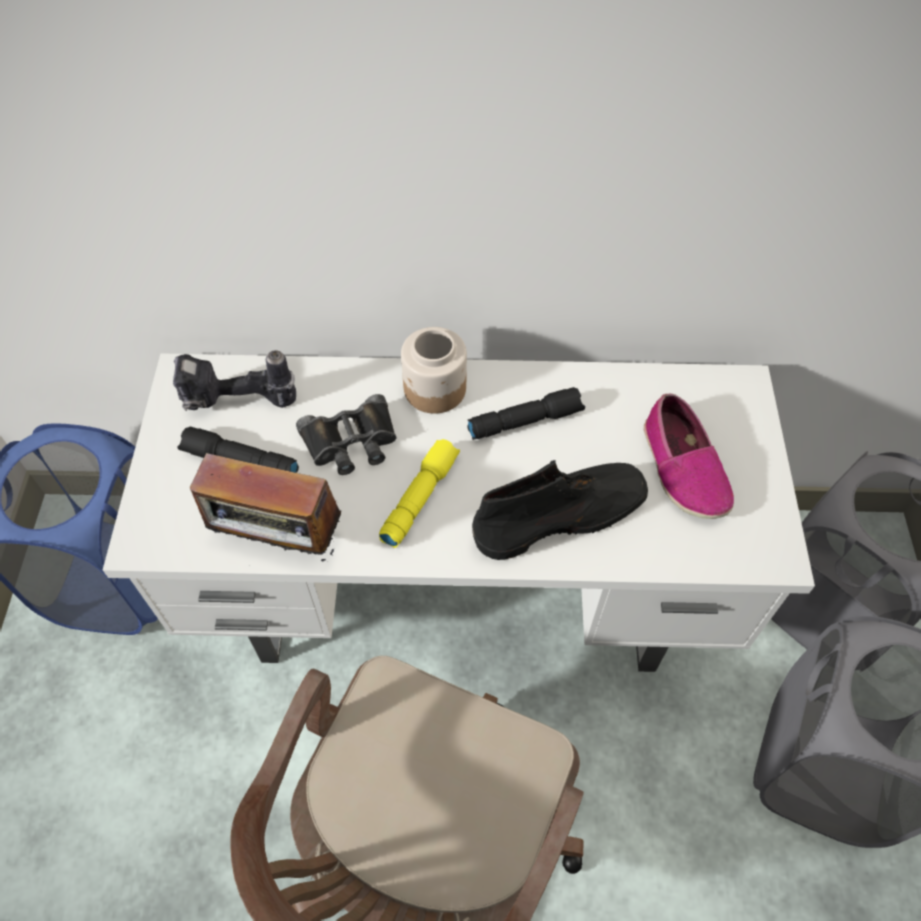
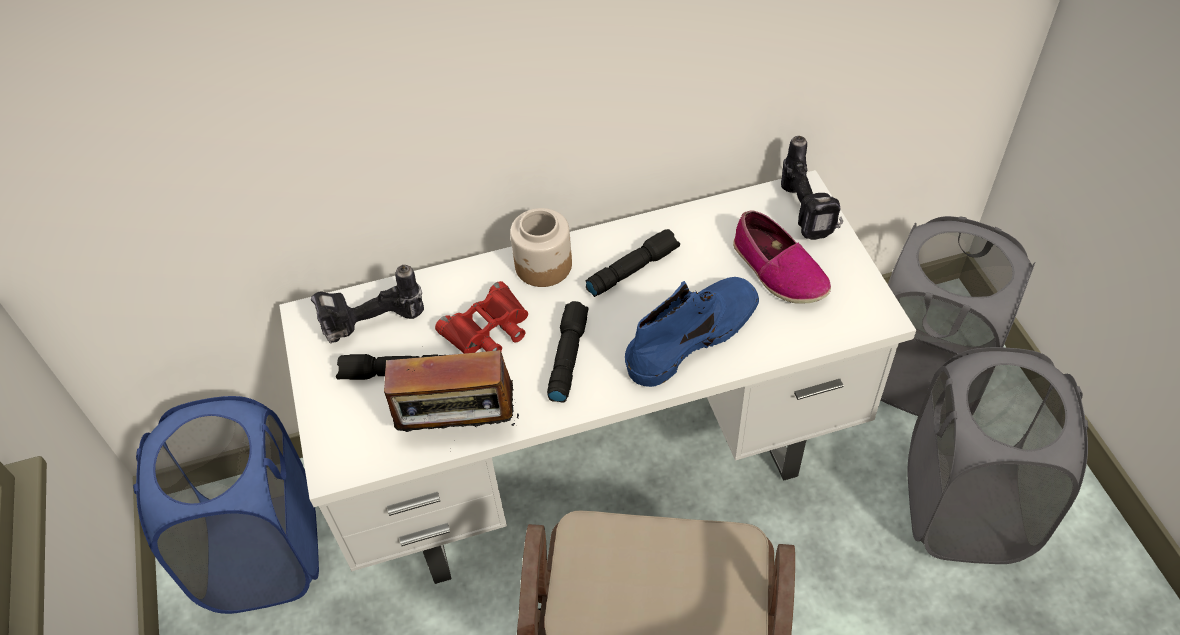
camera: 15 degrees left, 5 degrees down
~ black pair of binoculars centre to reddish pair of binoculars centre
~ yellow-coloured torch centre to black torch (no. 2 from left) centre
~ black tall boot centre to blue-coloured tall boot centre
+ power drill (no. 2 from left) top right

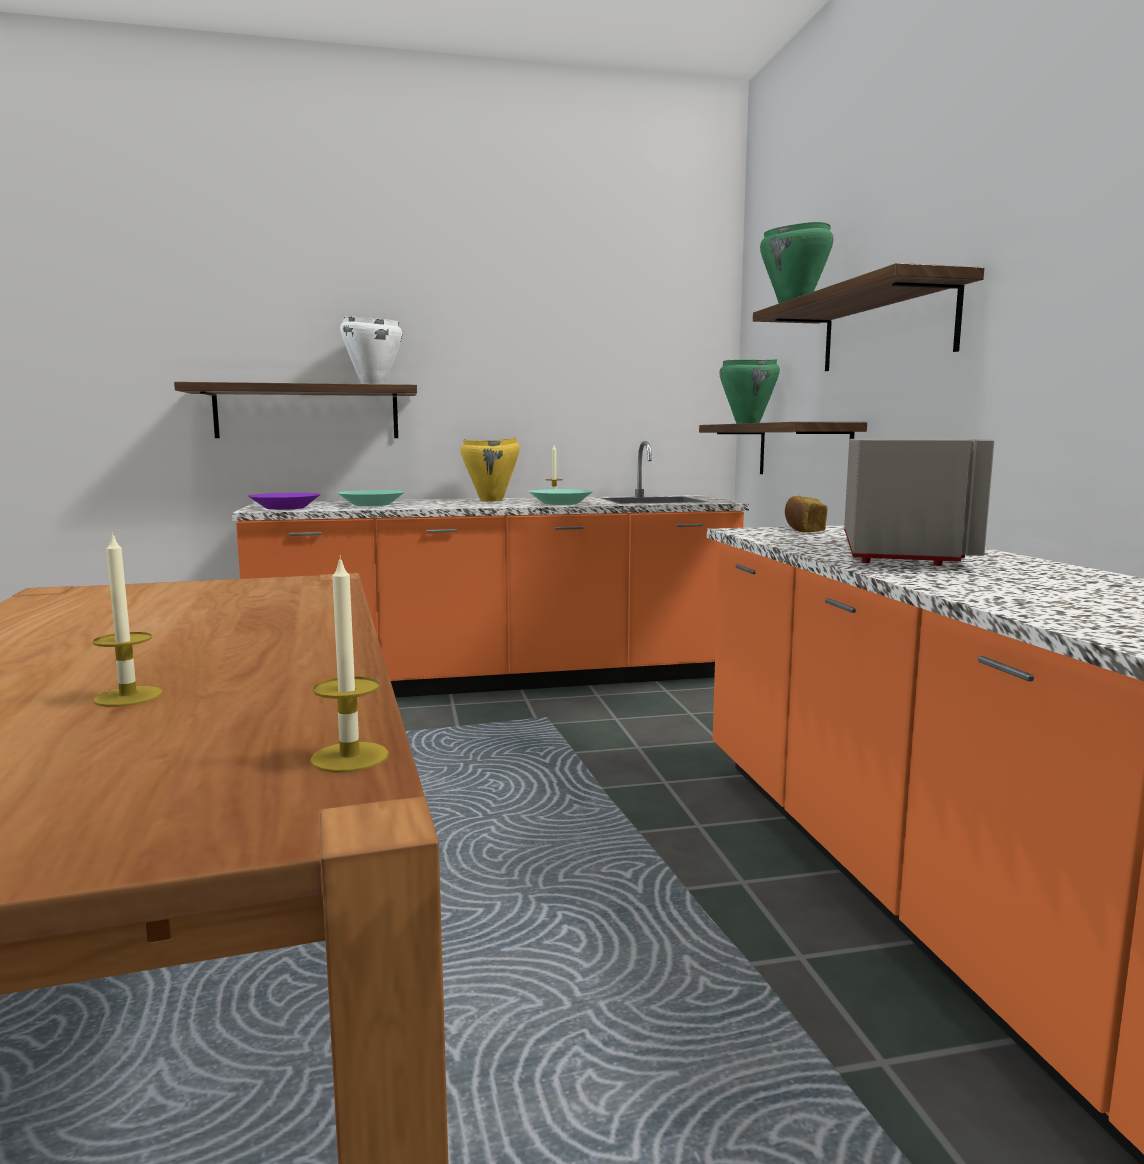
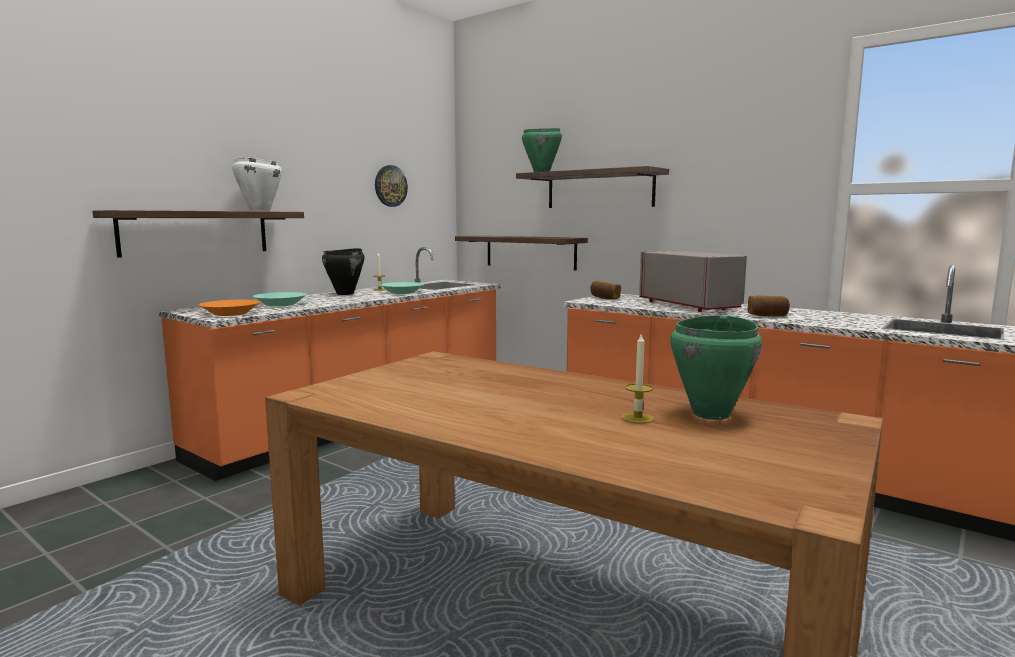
camera: 40 degrees left, 0 degrees up
~ purple-coloured bowl middle left to orange-coloured bowl middle left
- candle (no. 2 from left) middle left
~ yellow-coloured stockpot centre to black stockpot centre
~ greenish stockpot (no. 1 from left in the first image) centre to greenish stockpot (no. 2 from left) middle right
+ hanging clock top centre
+ baked bread (no. 2 from left) middle right

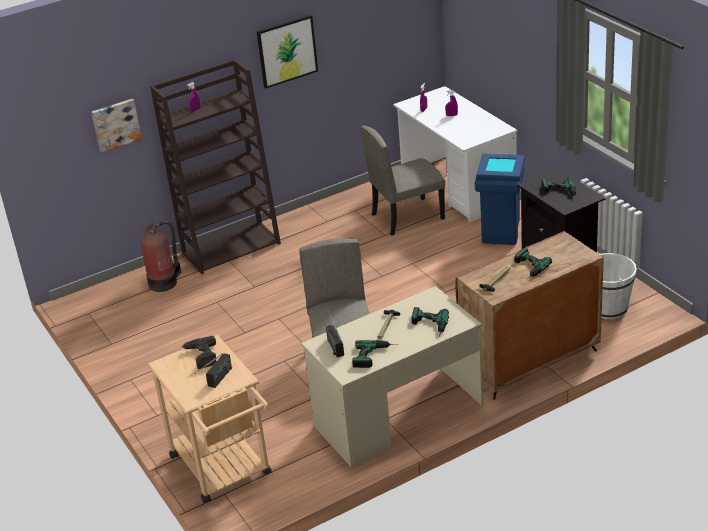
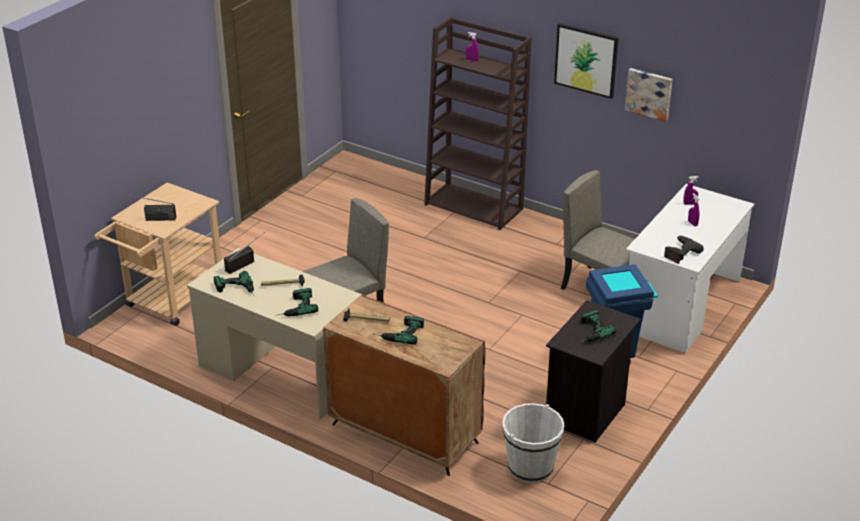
camera: 60 degrees right, 0 degrees up
~ wall art (no. 1 from left in the first image) top left to wall art (no. 2 from left) top right
- extinguisher middle left
~ power drill (no. 1 from left in the first image) middle left to power drill (no. 5 from left) middle right

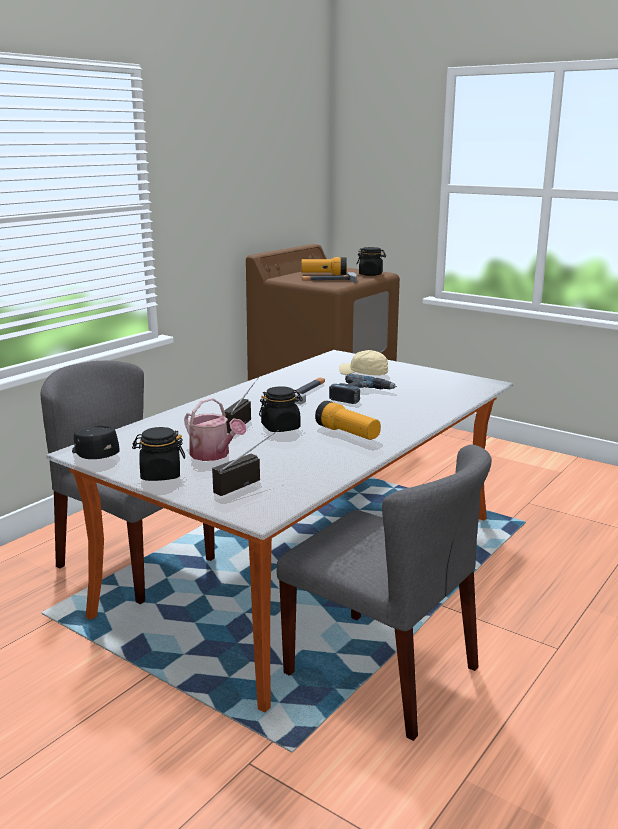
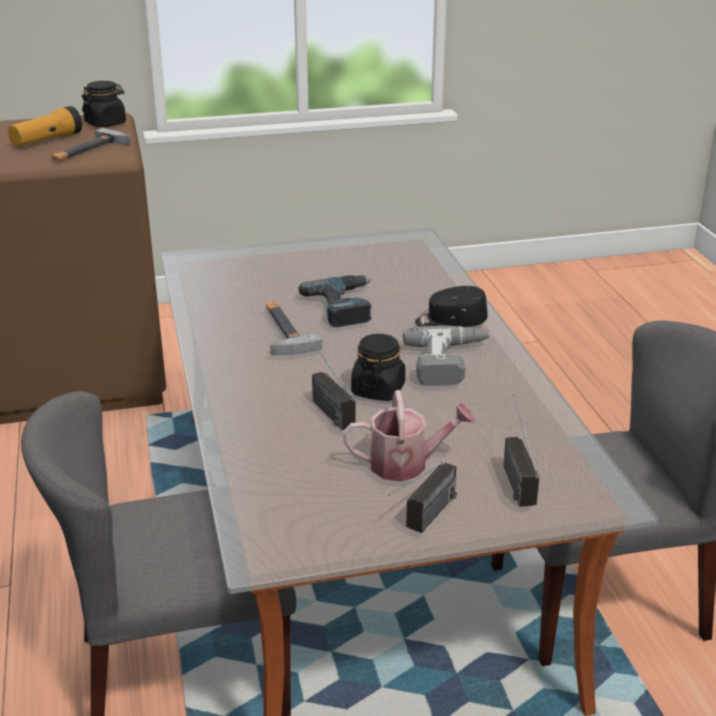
camera: 50 degrees left, 10 degrees up
~ black baseball cap middle left to centre
~ black jar (no. 1 from left) middle left to radio (no. 2 from left) bottom centre
~ torch (no. 2 from left) centre to power drill (no. 2 from left) centre
- sand-coloured baseball cap centre

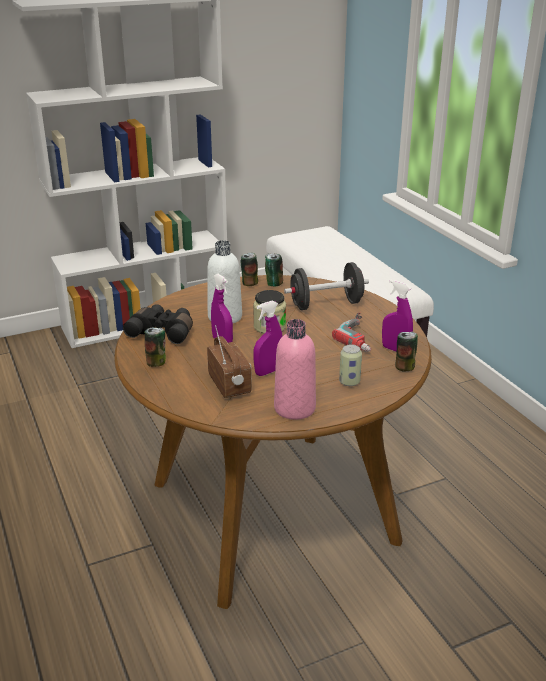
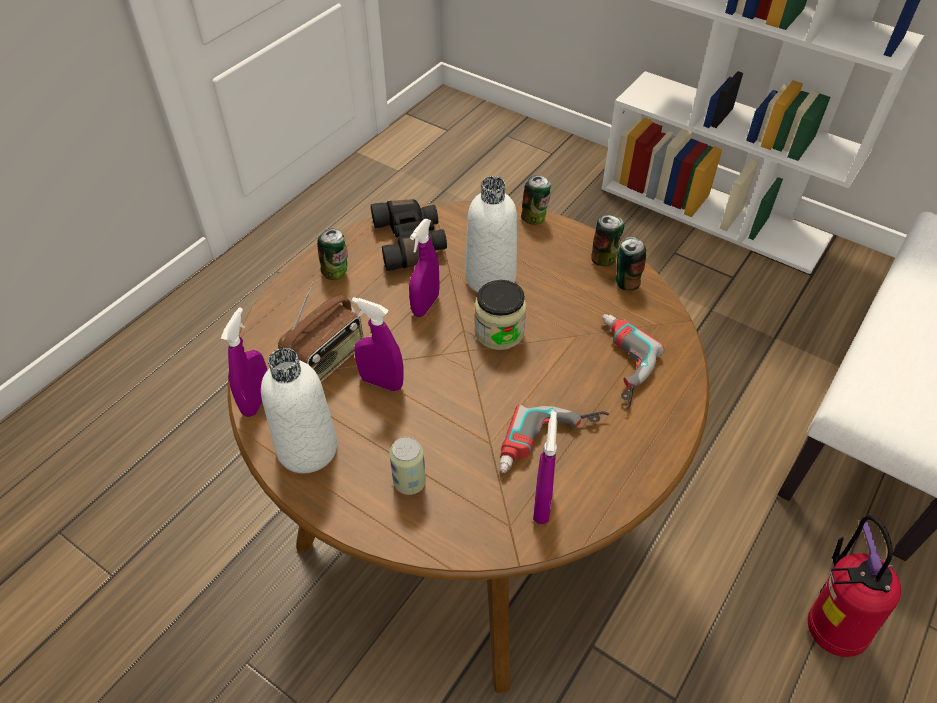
camera: 60 degrees right, 20 degrees up
~ pink-coloured beverage bottle centre to white-coloured beverage bottle (no. 1 from left) middle left
~ black dumbbell centre to power drill (no. 2 from left) middle right
~ sealed can (no. 5 from left in the first image) middle right to sealed can (no. 3 from left) top centre
+ purple-coloured hand sprayer (no. 1 from left) middle left
+ extinguisher bottom right

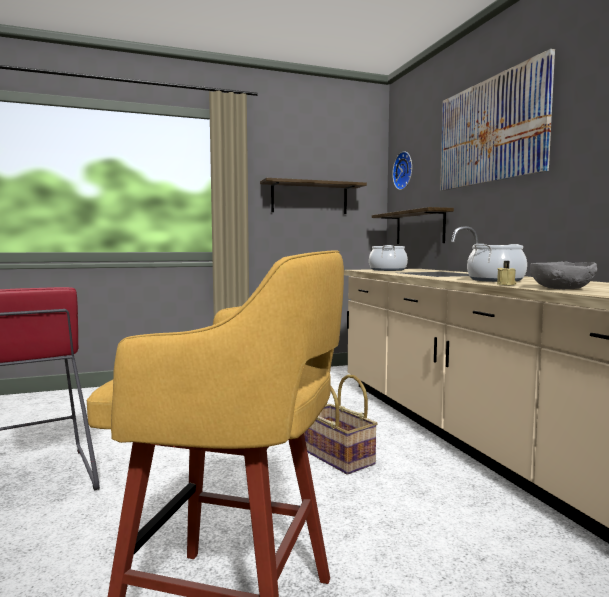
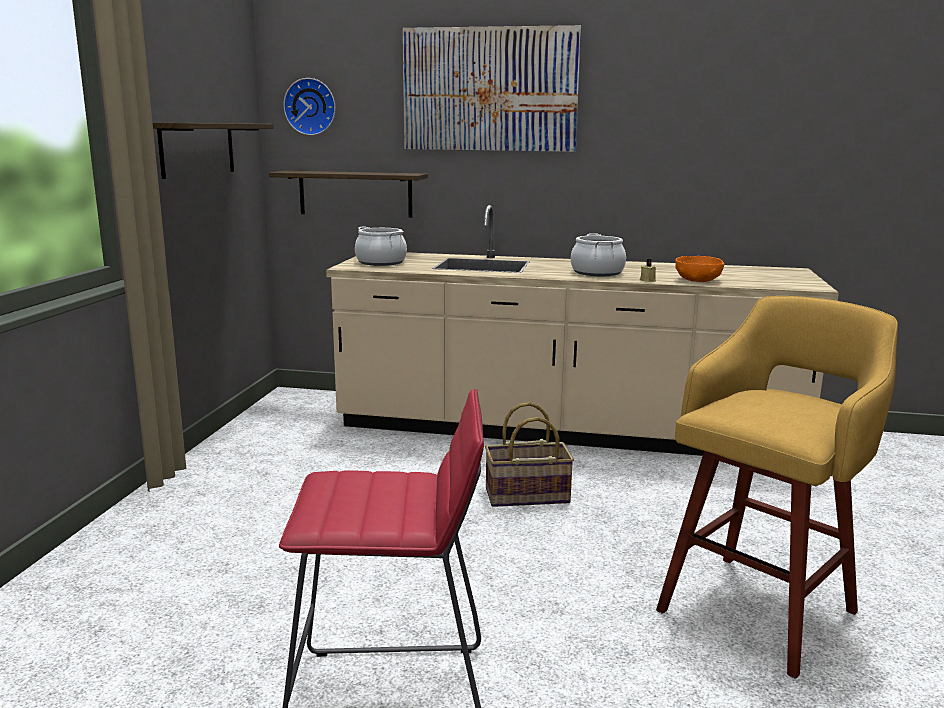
camera: 60 degrees left, 10 degrees up
~ gray bowl middle right to orange-coloured bowl middle right

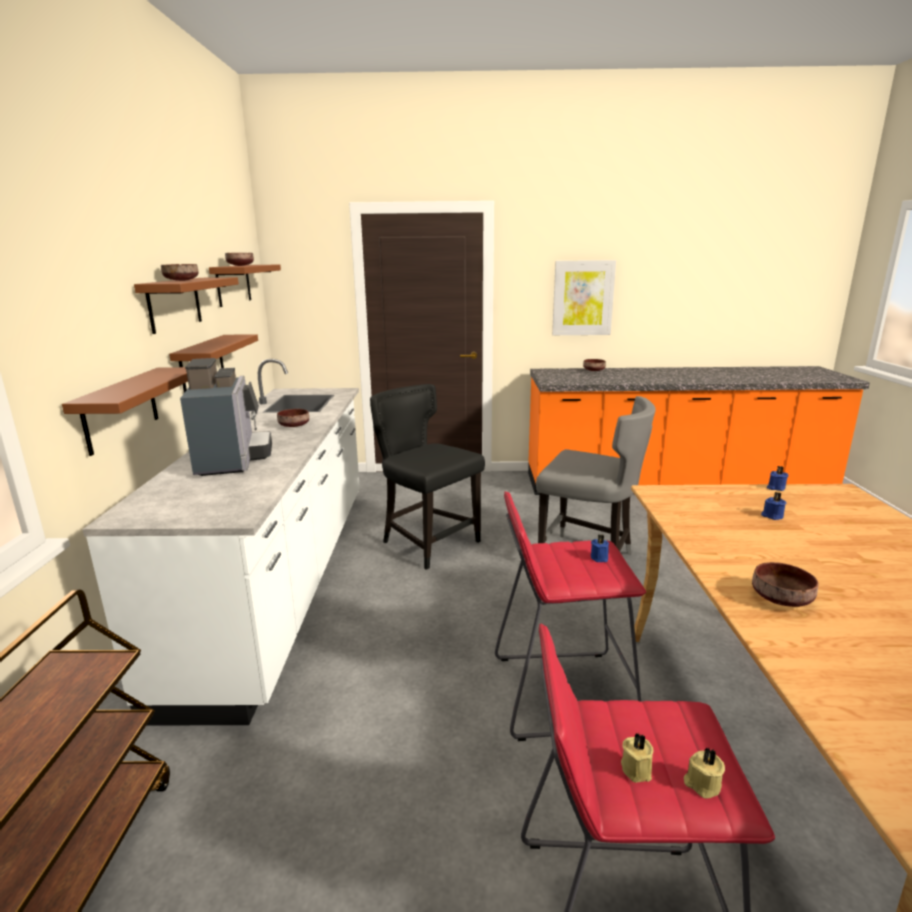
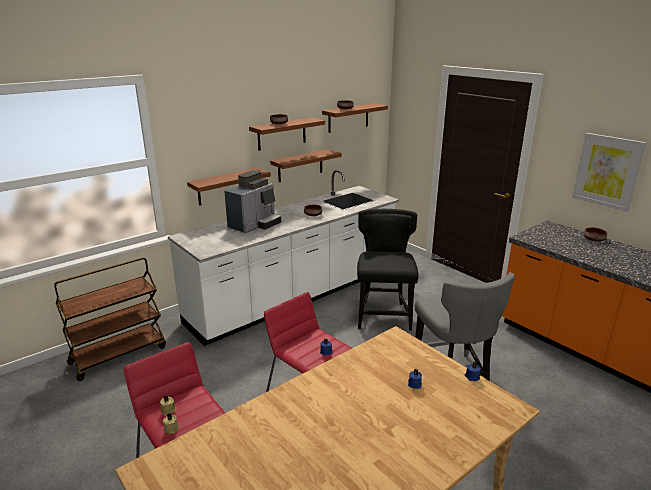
camera: 50 degrees right, 5 degrees up
- brownish bowl (no. 5 from left) middle right

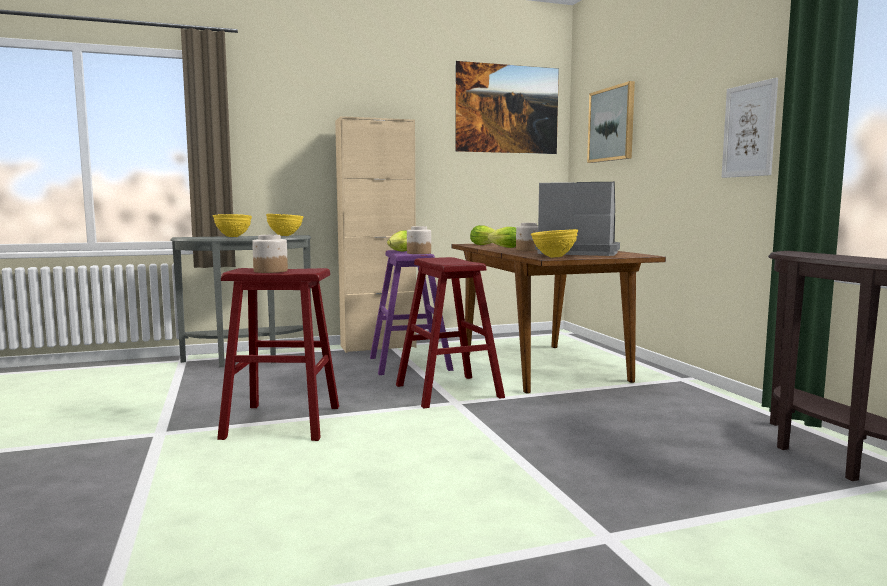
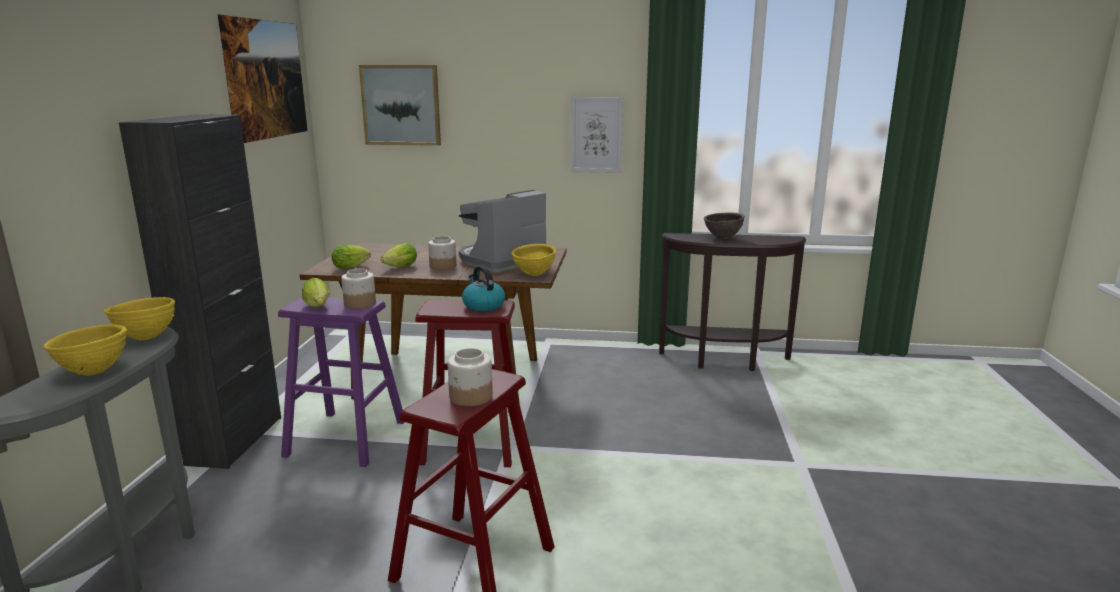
camera: 65 degrees left, 10 degrees up
~ sand-coloured cabinet centre to black cabinet middle left
+ kettle centre
+ brownish bowl centre

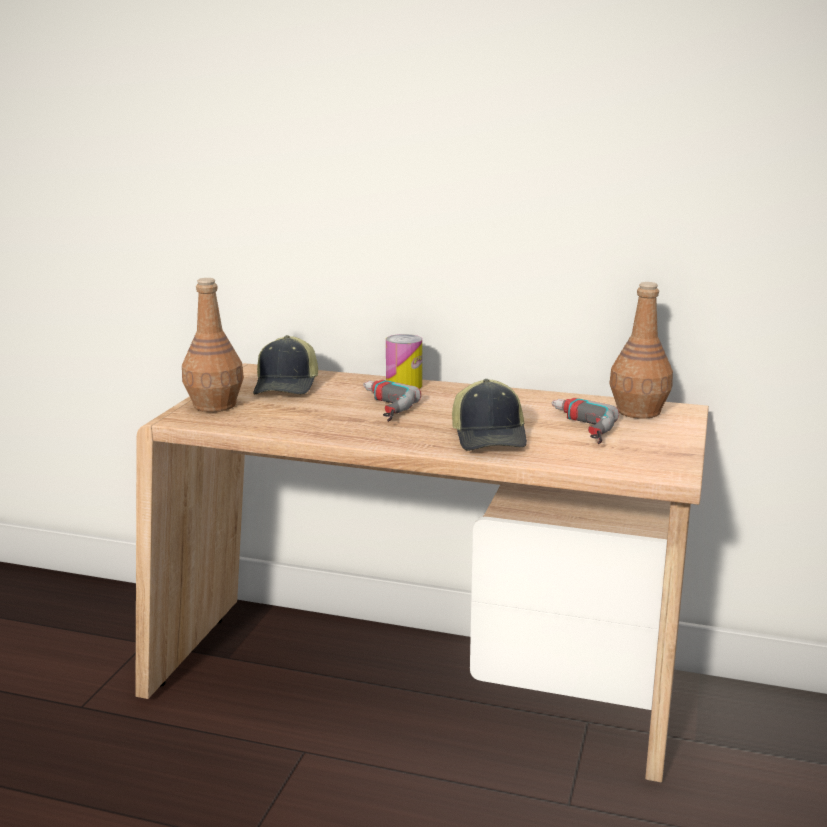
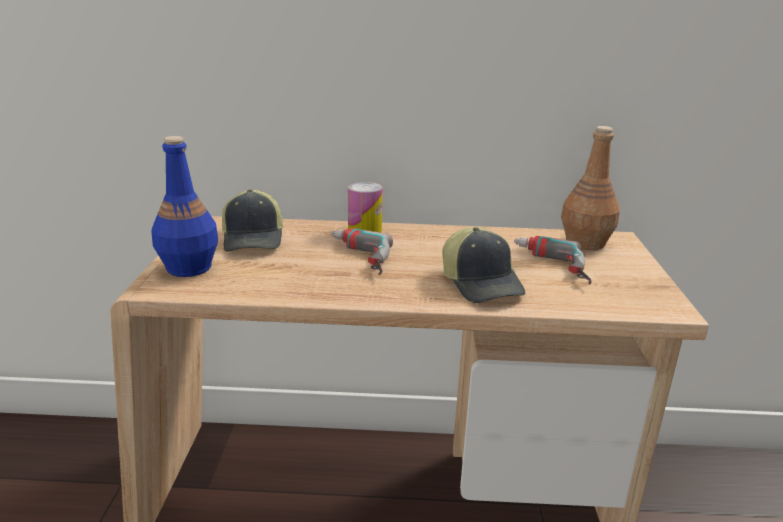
camera: 15 degrees left, 5 degrees up
~ brownish beverage bottle (no. 1 from left) middle left to blue-coloured beverage bottle middle left

